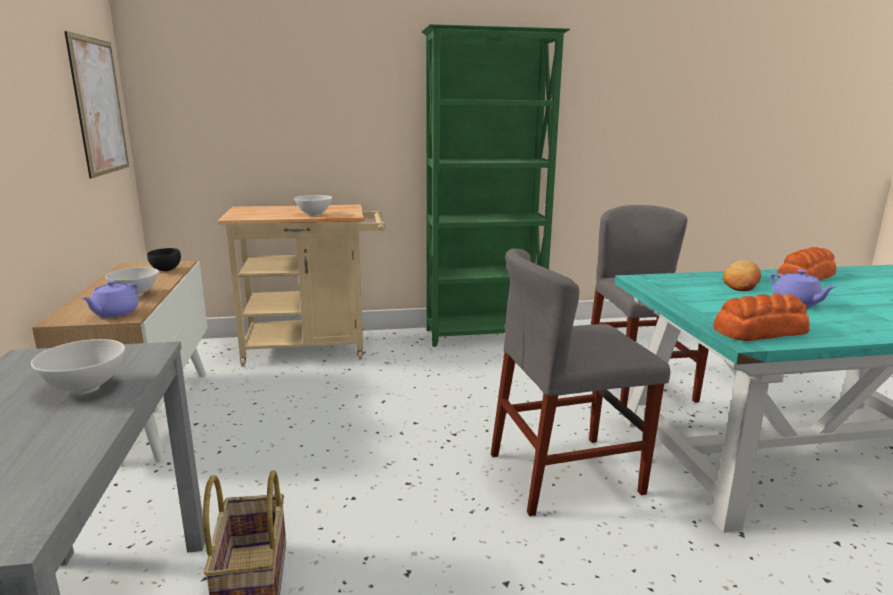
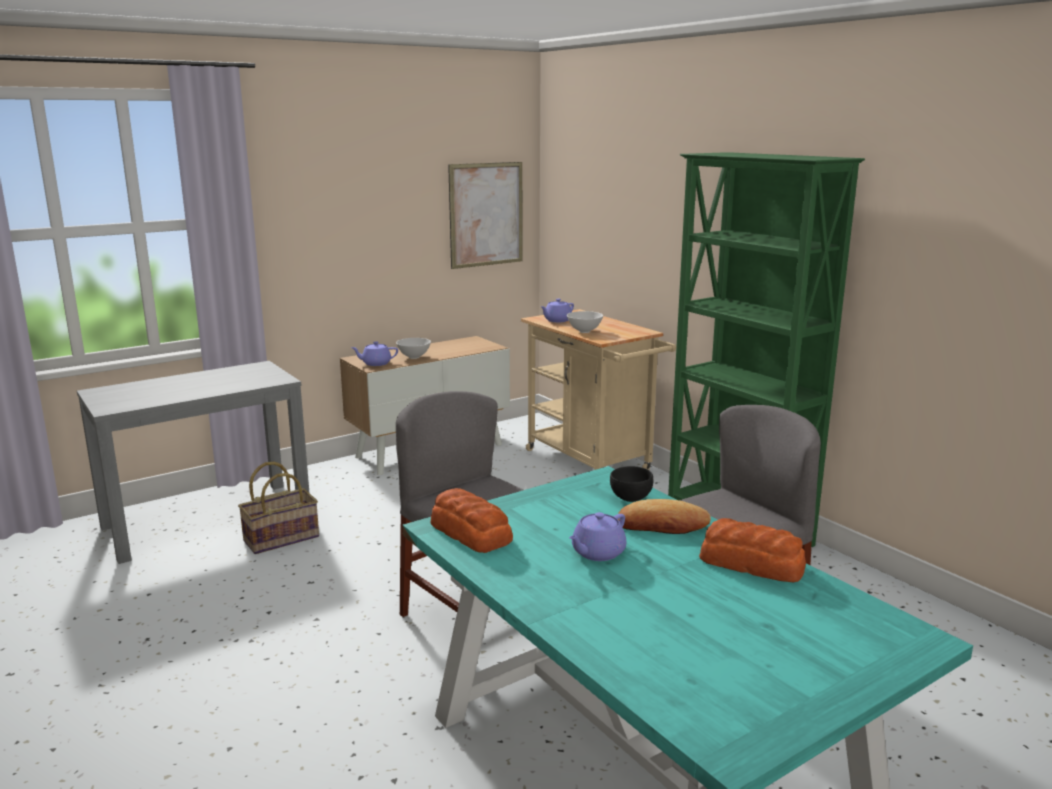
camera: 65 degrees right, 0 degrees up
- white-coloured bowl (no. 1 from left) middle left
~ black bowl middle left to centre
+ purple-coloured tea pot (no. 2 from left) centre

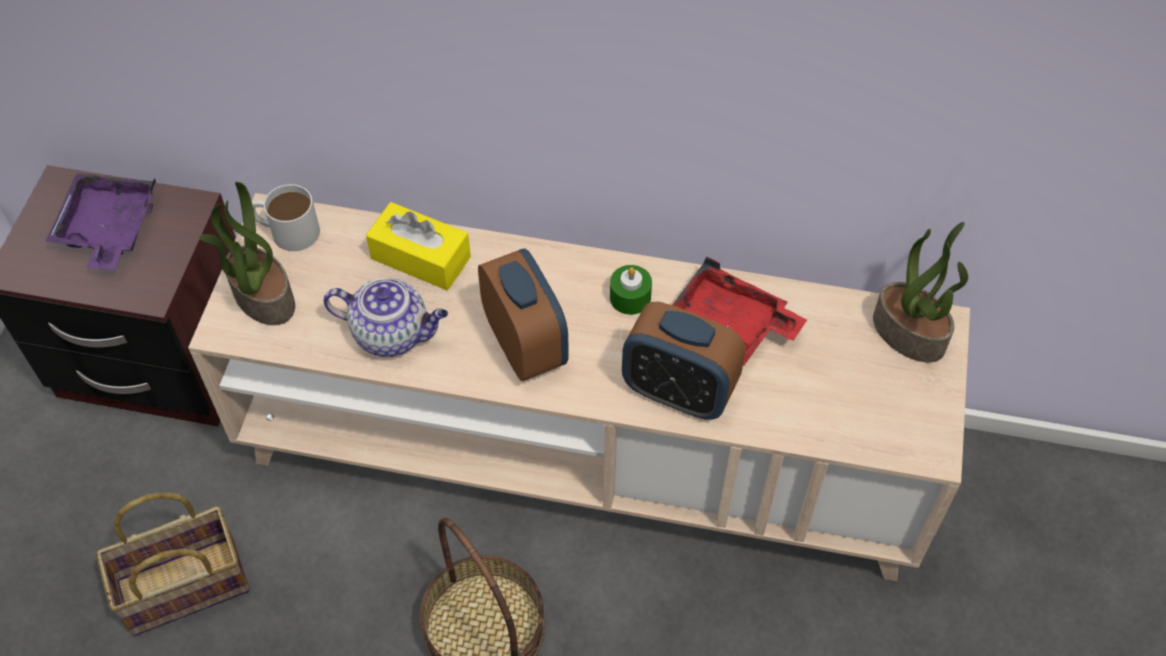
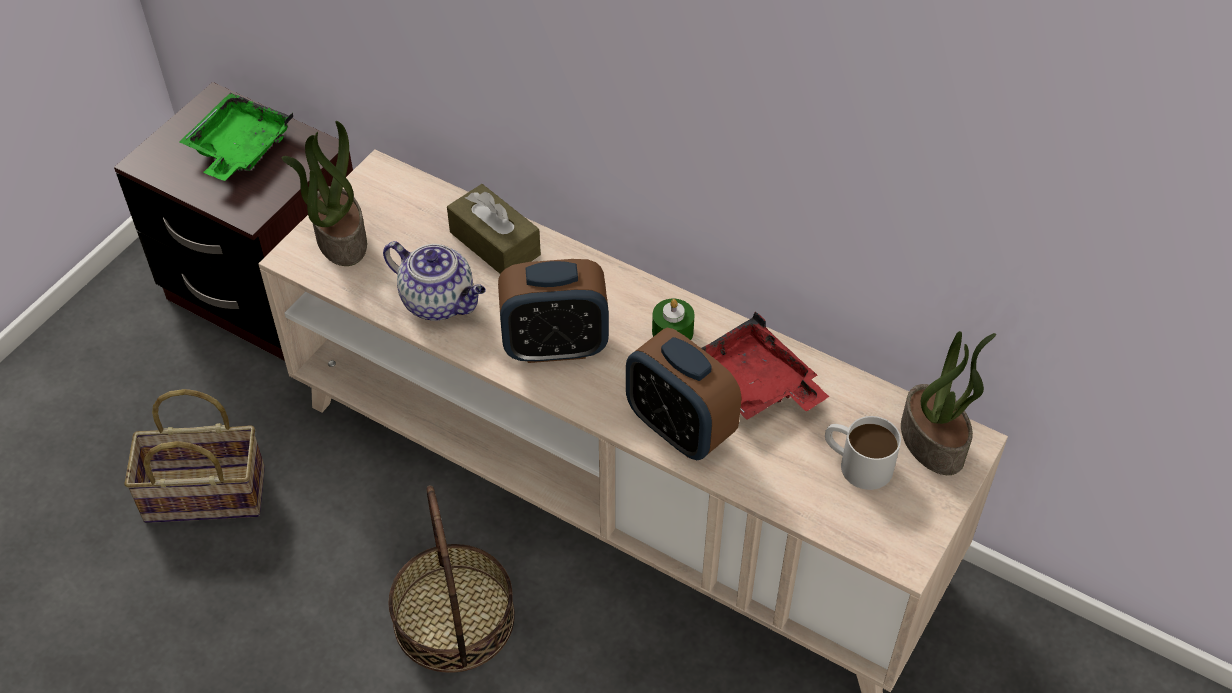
camera: 20 degrees right, 5 degrees down
~ purple-coloured tray middle left to greenish tray top left
~ white-coloured tea mug top left to middle right
~ yellow-coloured tissue box centre to brownish tissue box top centre
~ bedside clock (no. 1 from left) centre = centre 90 degrees clockwise

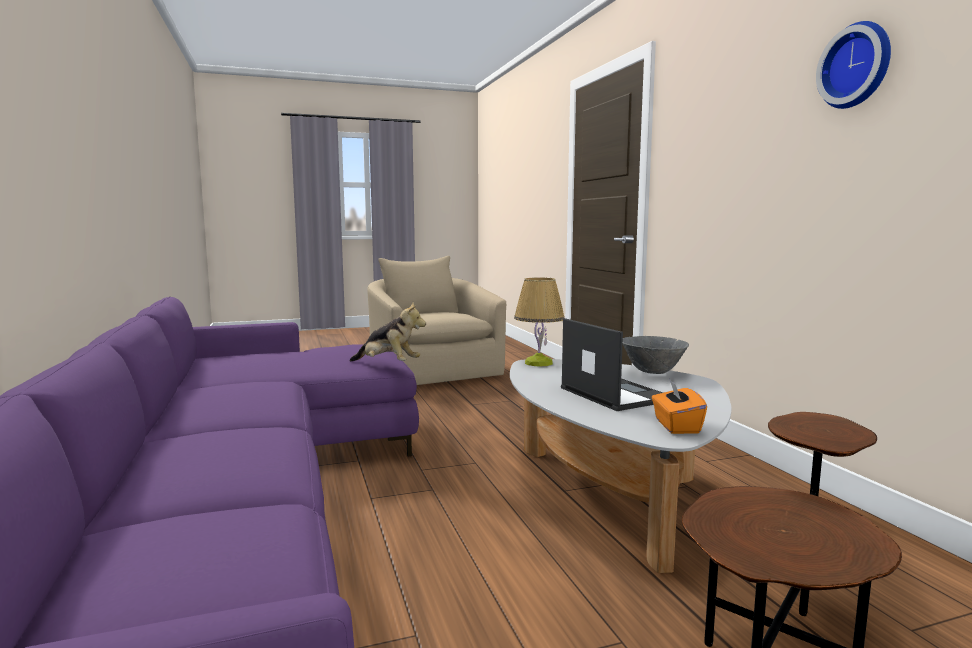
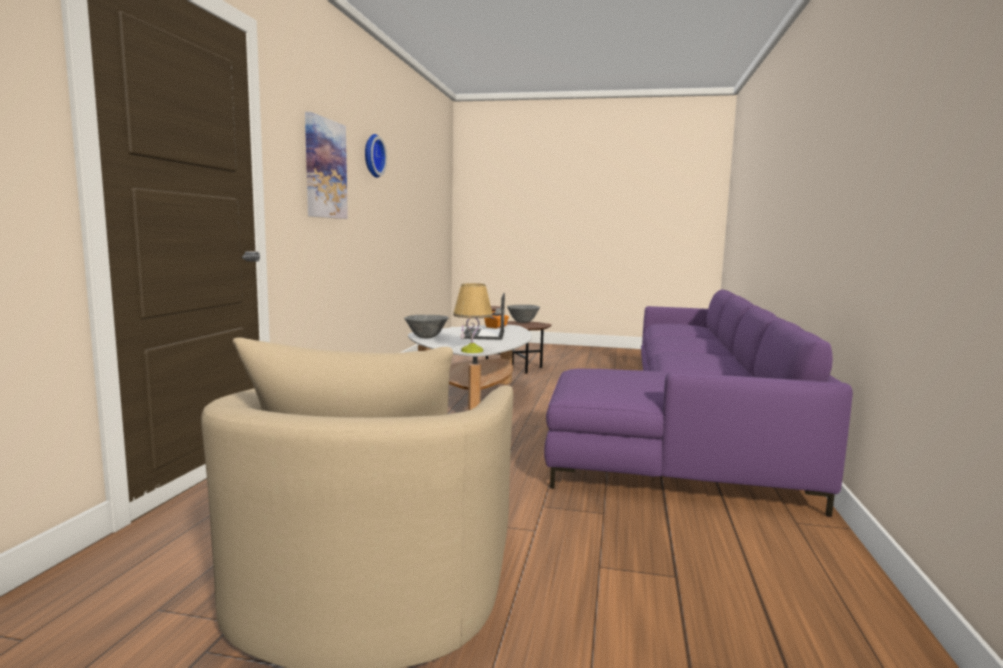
camera: 150 degrees left, 0 degrees up
- cuddly toy centre
+ wall art top left
+ gray bowl (no. 2 from left) centre

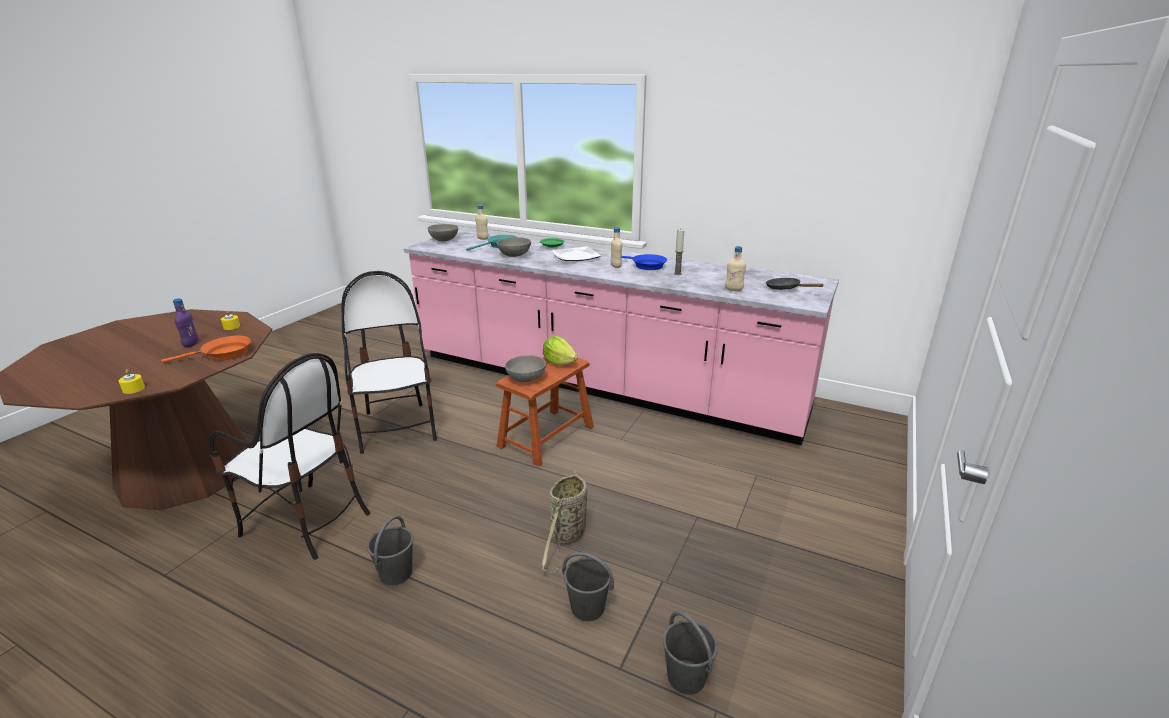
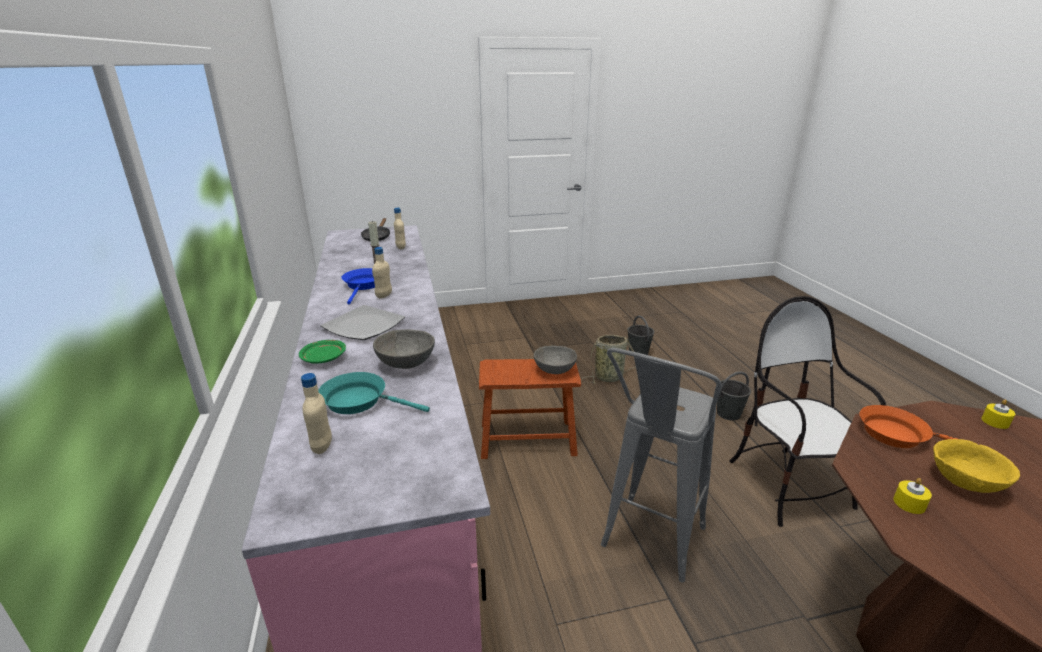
camera: 130 degrees left, 0 degrees up
~ purple-coloured beverage bottle middle left to yellow-coloured bowl bottom right
~ chair (no. 2 from left) middle left to gray stool seat bottom centre
- gray bowl (no. 1 from left) top centre
- lettuce head centre
- gray bucket (no. 3 from left) bottom centre

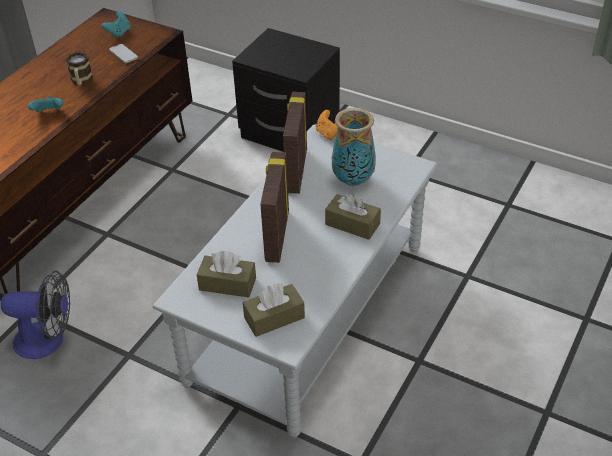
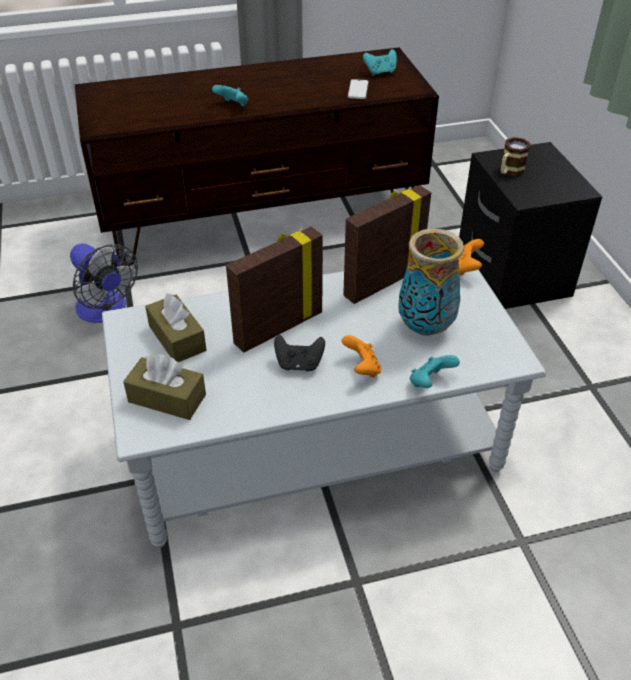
camera: 45 degrees right, 0 degrees up
~ tea mug top left to top right
~ brownish tissue box (no. 3 from left) centre to orange-coloured game controller (no. 1 from left) centre
+ black game controller centre
+ blue-green game controller (no. 3 from left) middle right

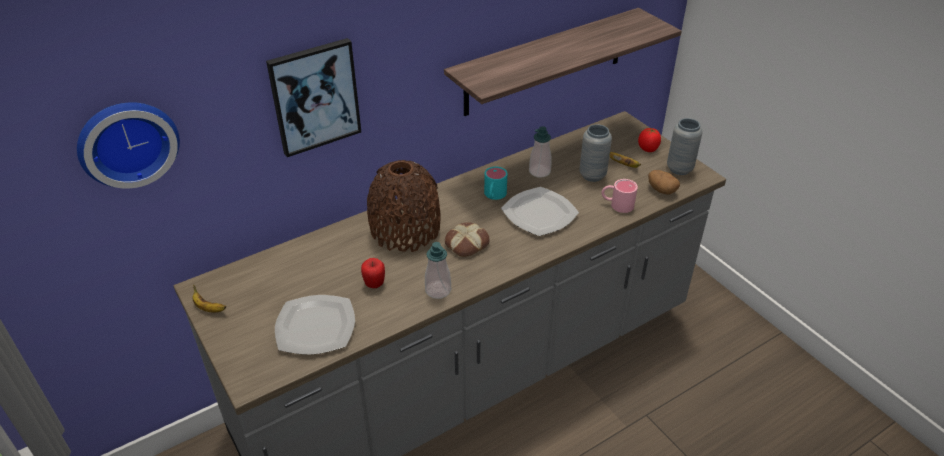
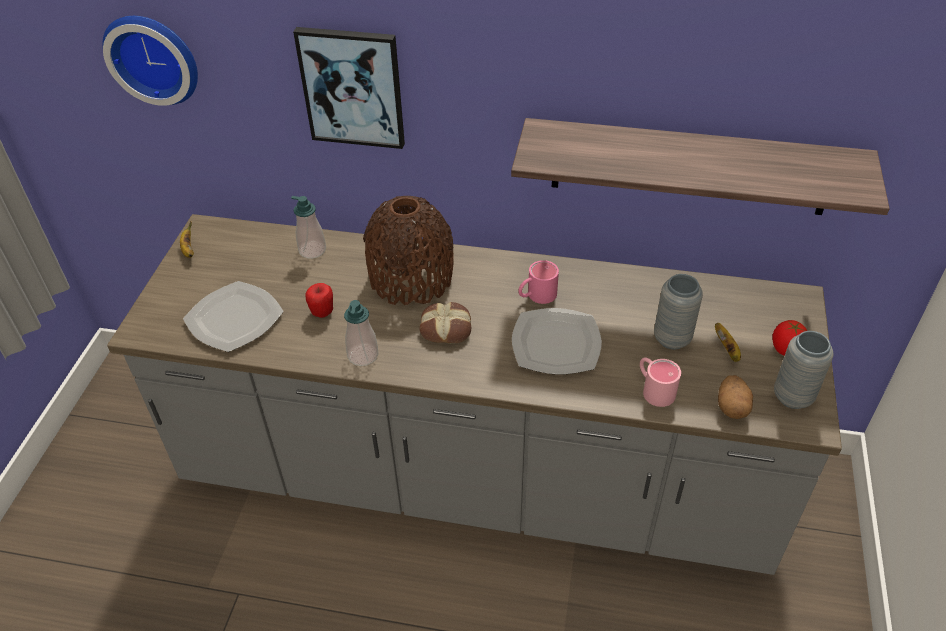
camera: 45 degrees right, 5 degrees up
~ blue-green tea mug centre to pink-coloured tea mug (no. 1 from left) centre
~ soap dispenser (no. 2 from left in the first image) centre to soap dispenser (no. 1 from left) middle left

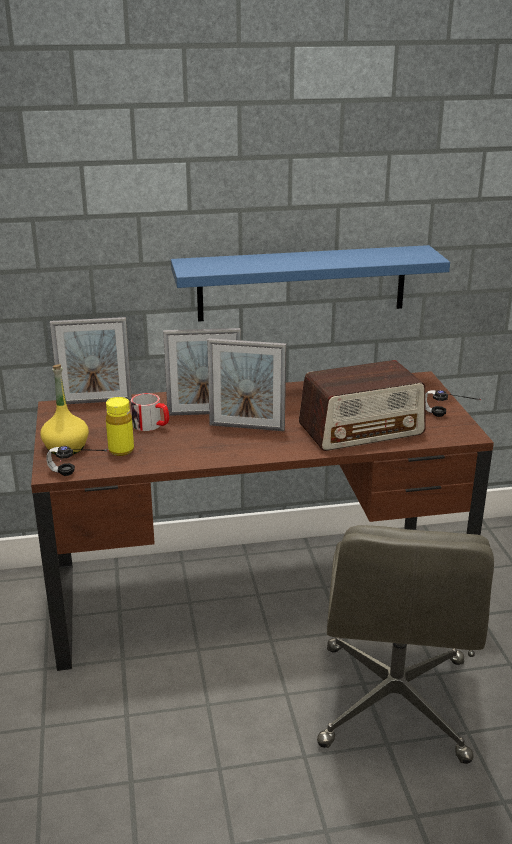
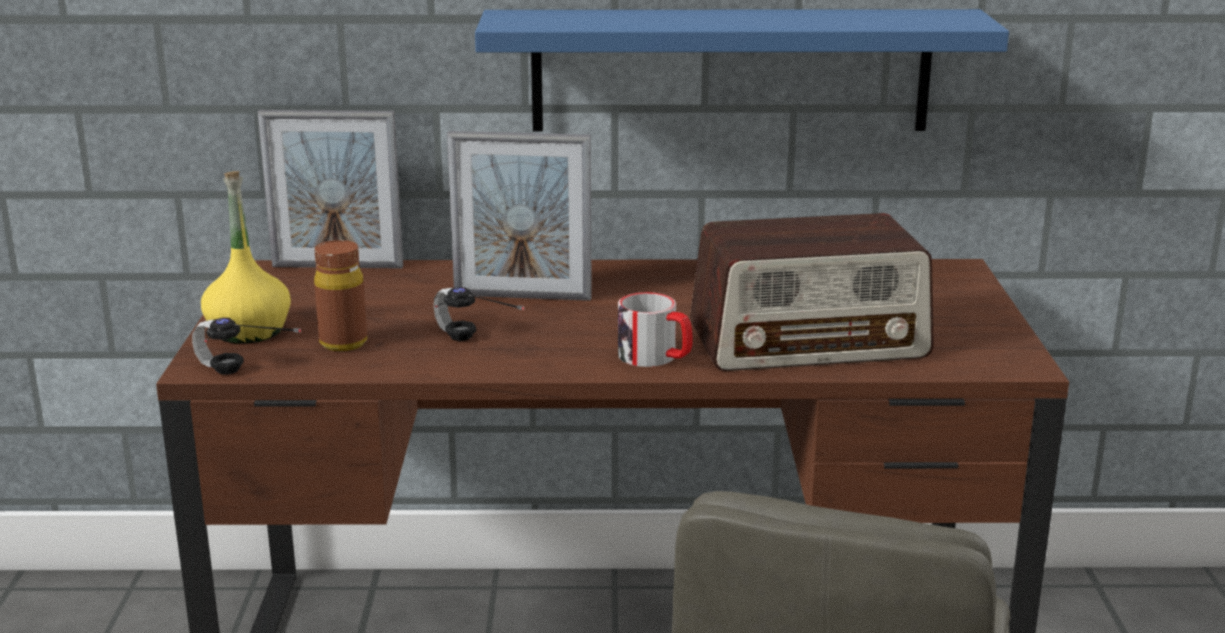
camera: 10 degrees right, 5 degrees down
~ yellow-coloured beverage bottle (no. 2 from left) middle left to brownish beverage bottle middle left
~ tea mug middle left to centre
- picture frame (no. 3 from left) centre
~ headset (no. 2 from left) middle right to centre

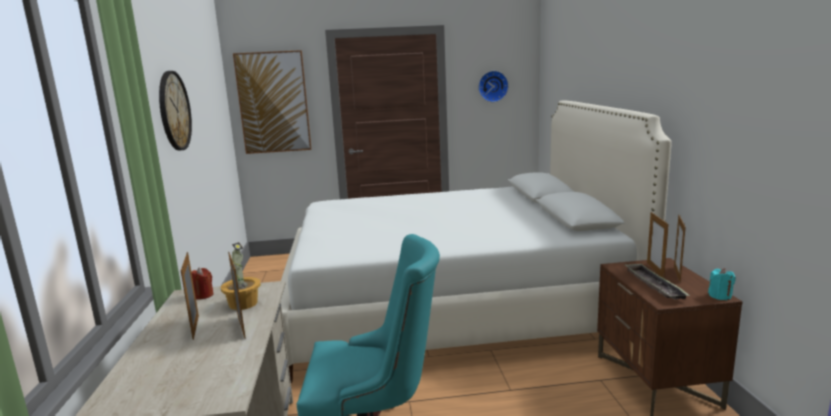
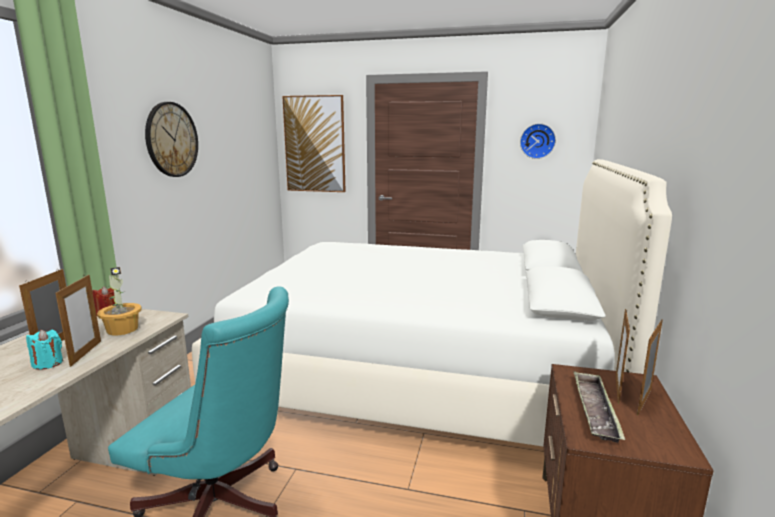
camera: 20 degrees right, 0 degrees up
~ blue-green candle bottom right to bottom left

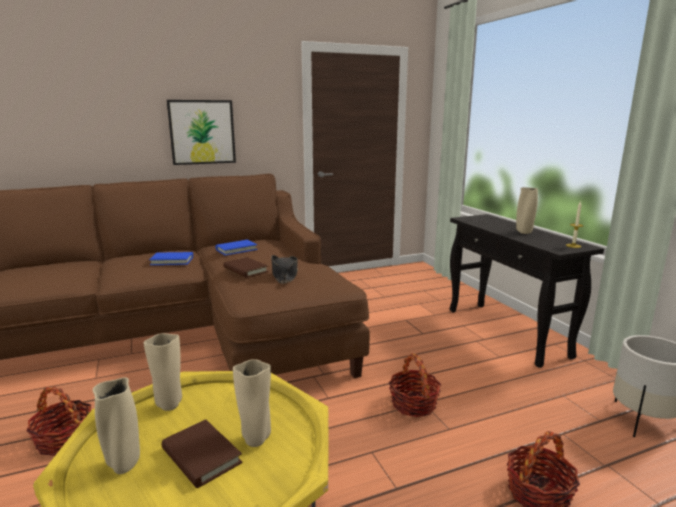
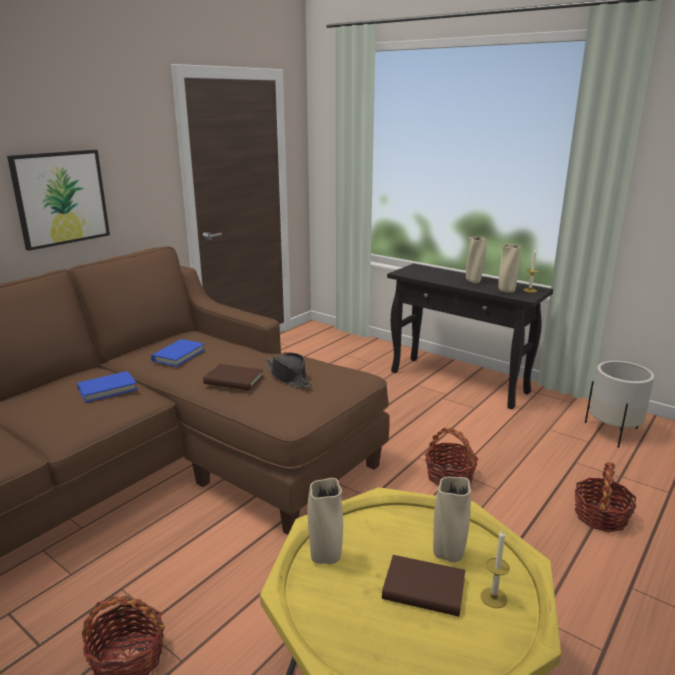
camera: 30 degrees left, 5 degrees up
~ sand-coloured flower vase (no. 1 from left in the first image) bottom left to sand-coloured flower vase (no. 4 from left) middle right
+ candle (no. 1 from left) bottom right

